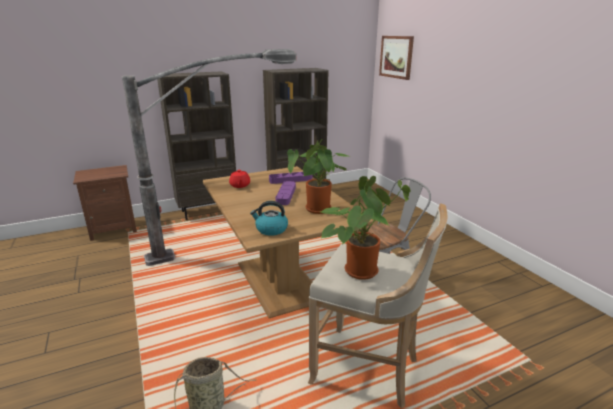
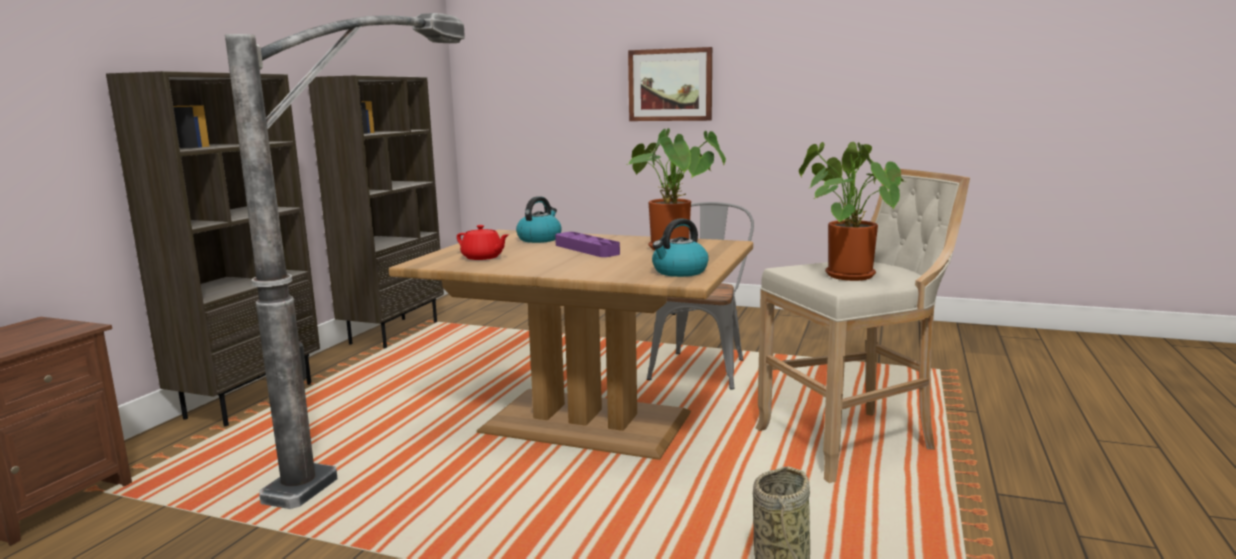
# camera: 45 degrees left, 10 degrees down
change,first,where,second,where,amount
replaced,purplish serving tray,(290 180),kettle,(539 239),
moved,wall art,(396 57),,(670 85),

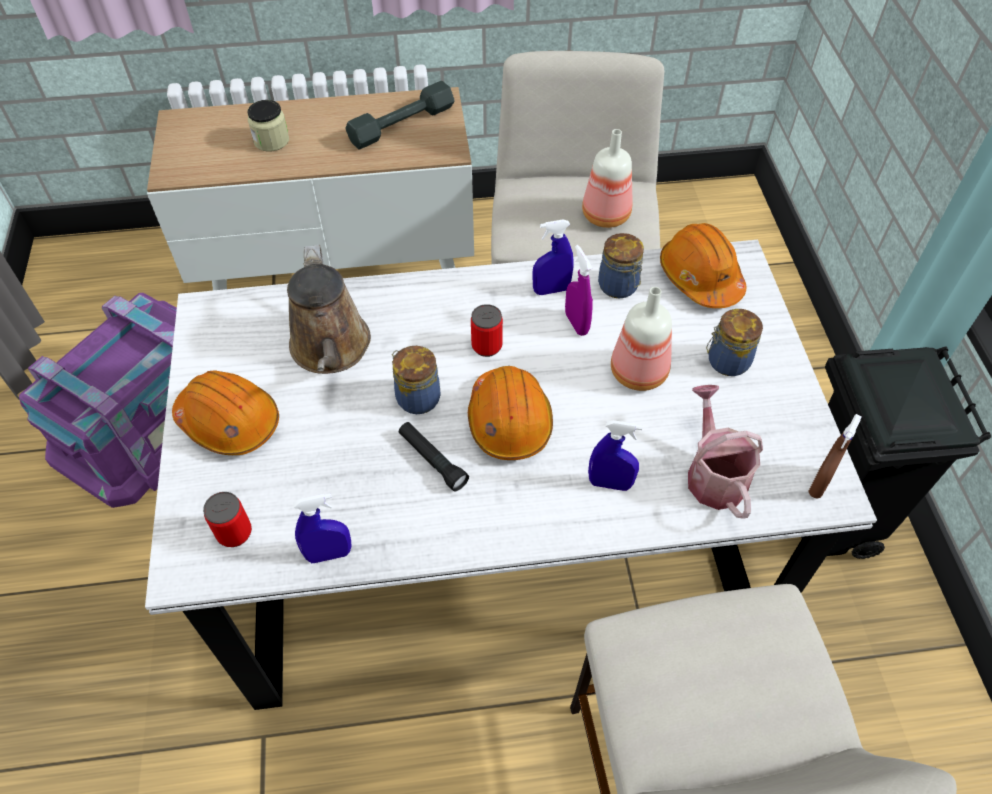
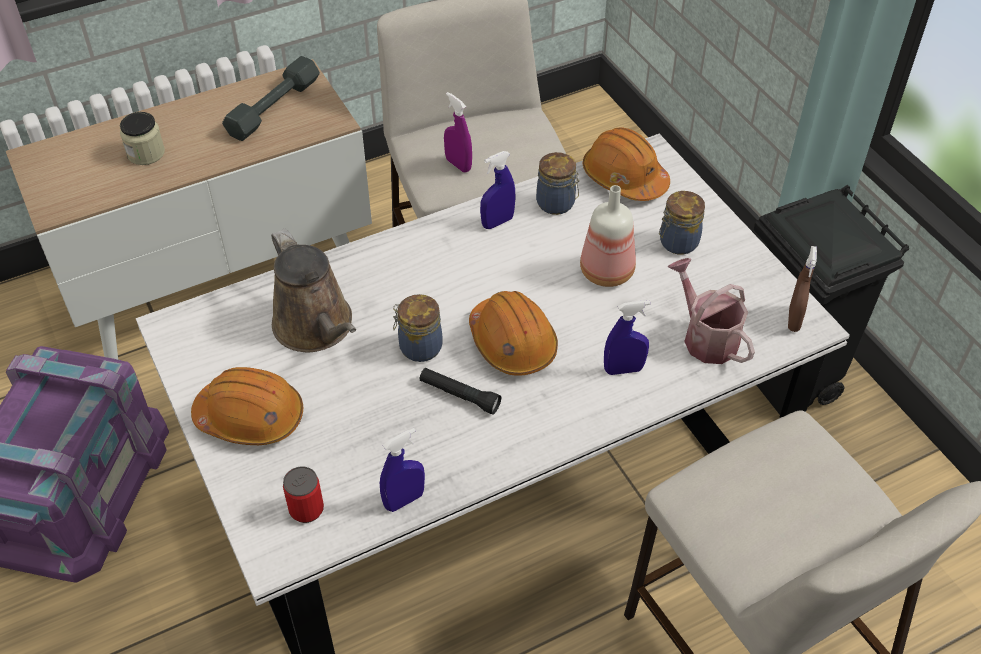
# camera: 20 degrees left, 5 degrees down
change,first,where,second,where,amount
moved,purplish spray bottle,(576 323),,(458 164),
removed,sealed can,(487 346),,,
removed,drink bottle,(607 216),,,

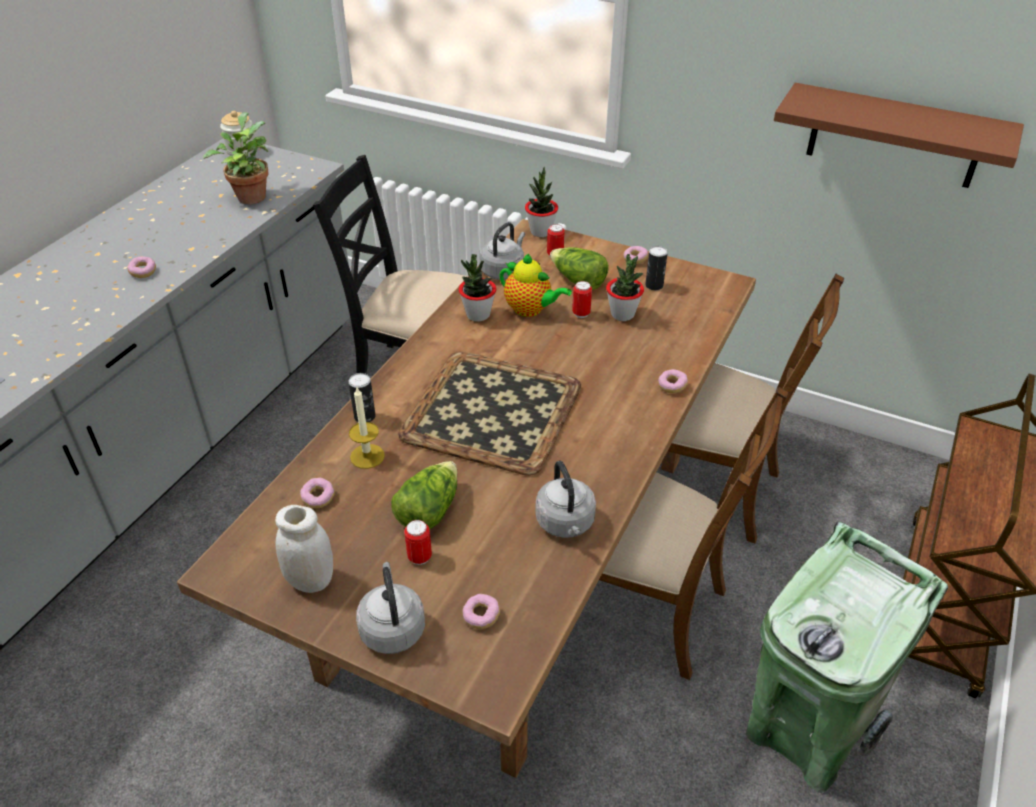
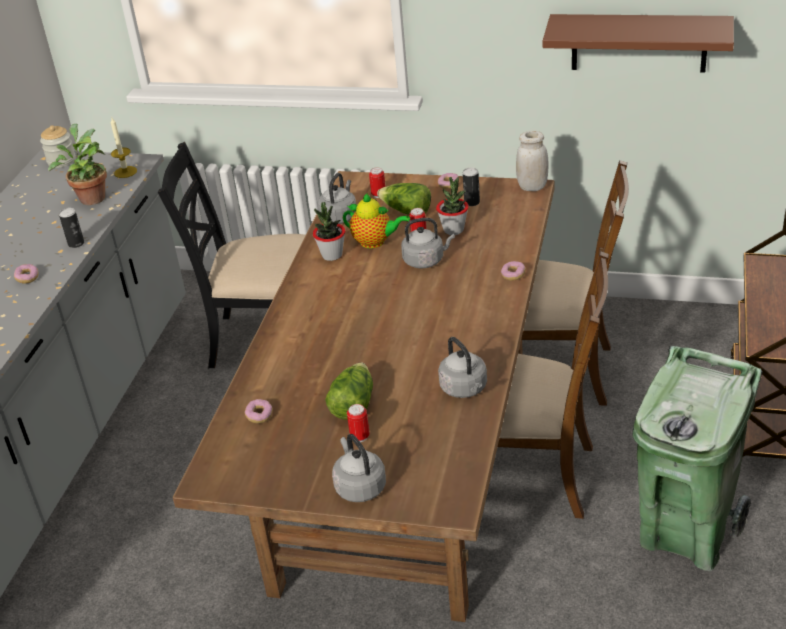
# camera: 10 degrees left, 5 degrees down
change,first,where,second,where,amount
moved,sealed can,(364 416),,(76 243),
moved,wax candle,(367 456),,(125 172),
added,,,greyish kettle,(426 260),
moved,white-coloured preserve jar,(310 580),,(532 187),
removed,serving tray,(493 412),,,
removed,ring doughnut,(481 616),,,
removed,houseplant,(541 232),,,

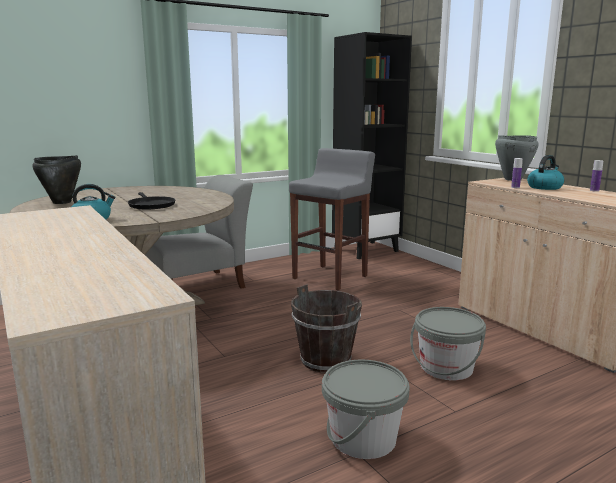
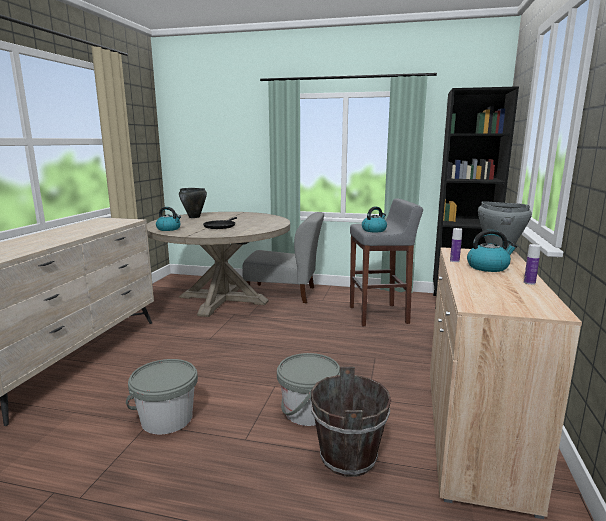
# camera: 45 degrees right, 0 degrees up
change,first,where,second,where,amount
moved,brownish bucket,(326 360),,(348 457),
added,,,kettle,(374 230),

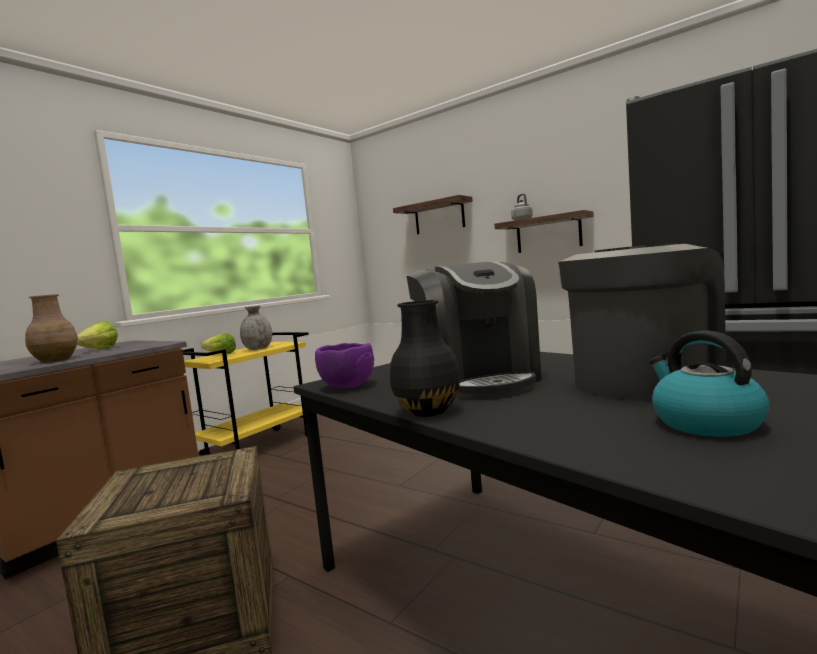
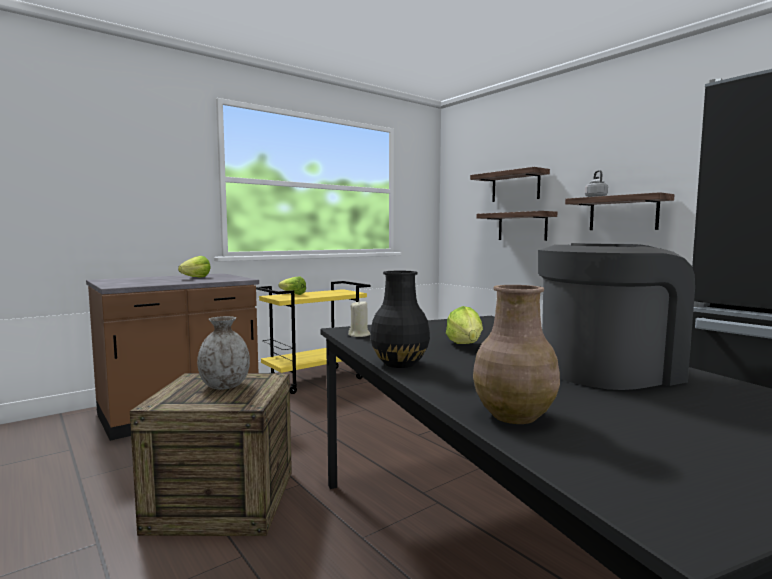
# camera: 15 degrees right, 0 degrees up
change,first,where,second,where,amount
moved,greyish flower vase,(258 349),,(224 386),
replaced,purplish bowl,(348 386),sand-coloured wax candle,(359 335),
replaced,coffee maker,(477 381),lettuce,(465 347),
moved,brownish flower vase,(56 360),,(515 415),
added,,,shelf,(522 226),
removed,kettle,(705 423),,,

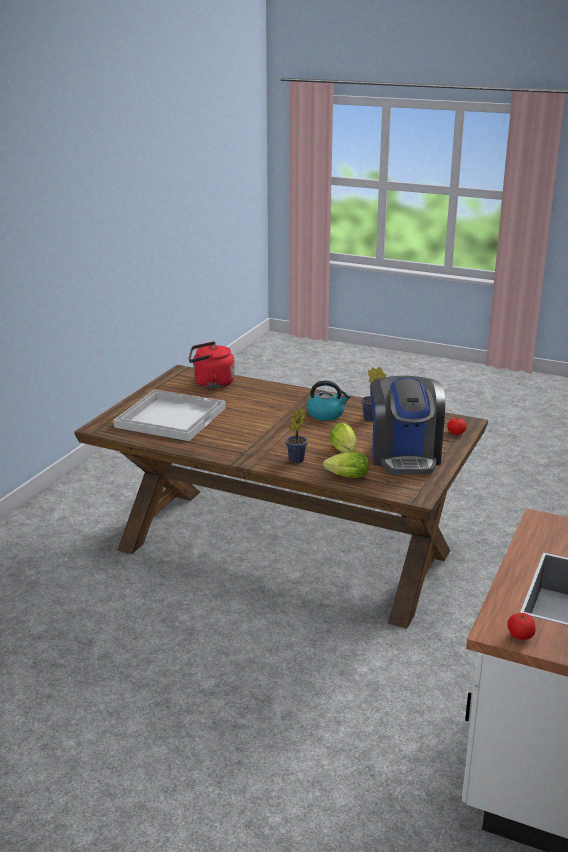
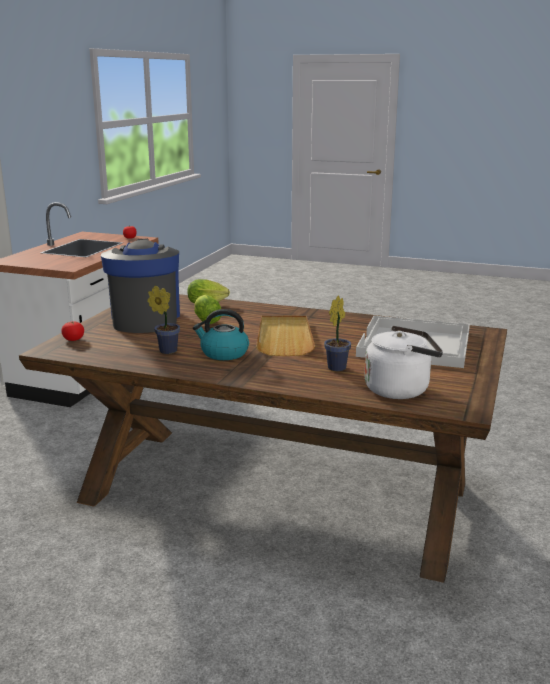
# camera: 175 degrees right, 5 degrees down
change,first,where,second,where,amount
added,,,sand-coloured serving tray,(284 338),
moved,houseplant,(295 460),,(338 367),
recoloured,red kettle,(211 383),white-coloured kettle,(400 389),

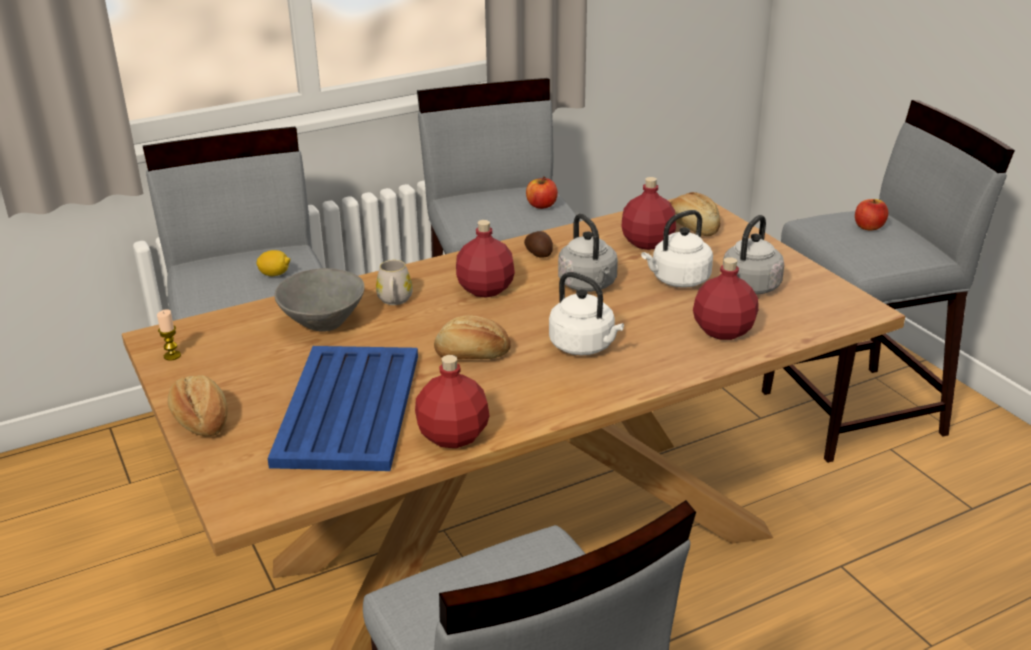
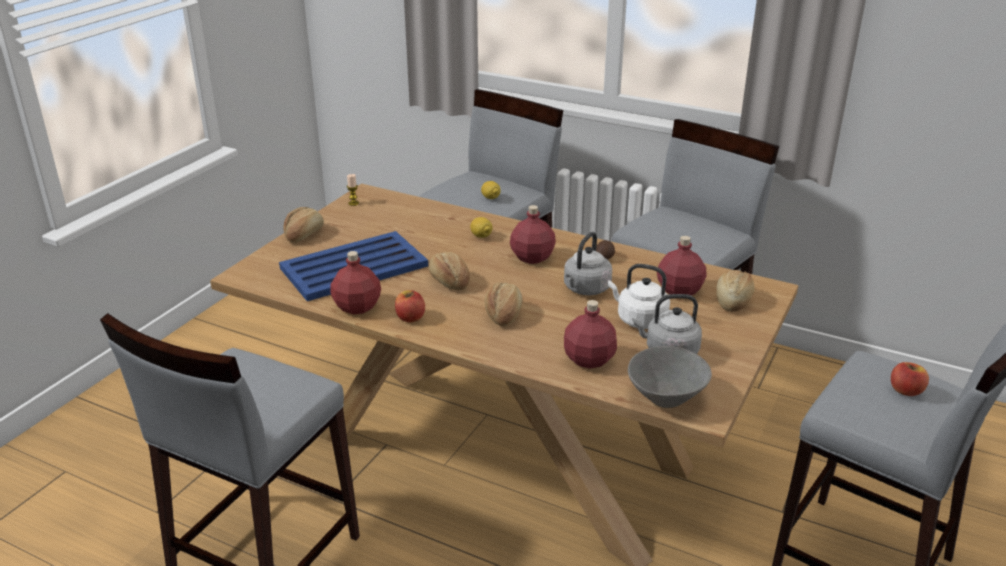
# camera: 55 degrees right, 0 degrees up
change,first,where,second,where,amount
moved,whole apple,(541 205),,(410 318),
replaced,white-coloured tea mug,(394 301),whole lemon,(481 236),
replaced,white-coloured kettle,(584 346),bread,(503 314),
moved,greyish bowl,(323 323),,(665 398),

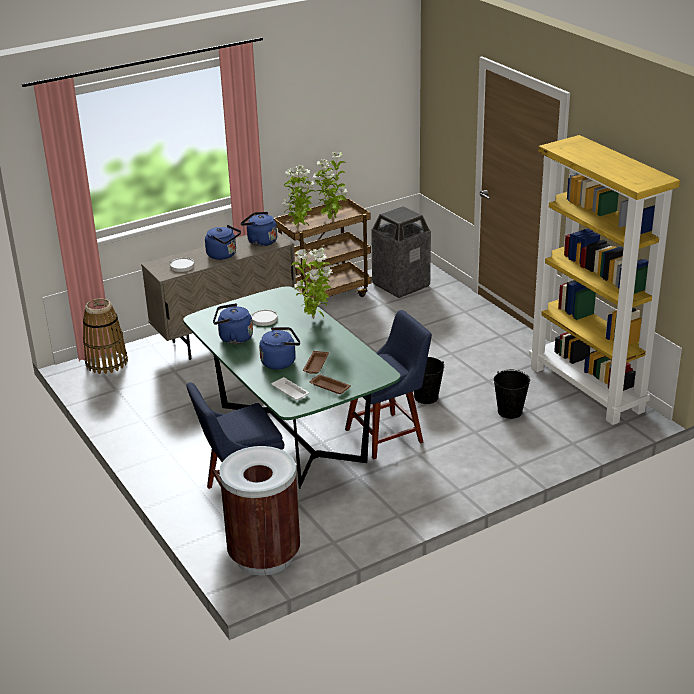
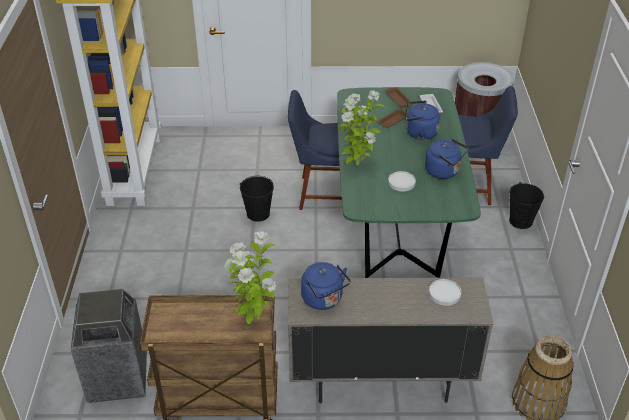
# camera: 150 degrees left, 10 degrees up
change,first,where,second,where,amount
moved,black-coloured bucket,(510 411),,(521 221),
removed,blue-coloured kettle,(223 255),,,
removed,houseplant,(331 221),,,

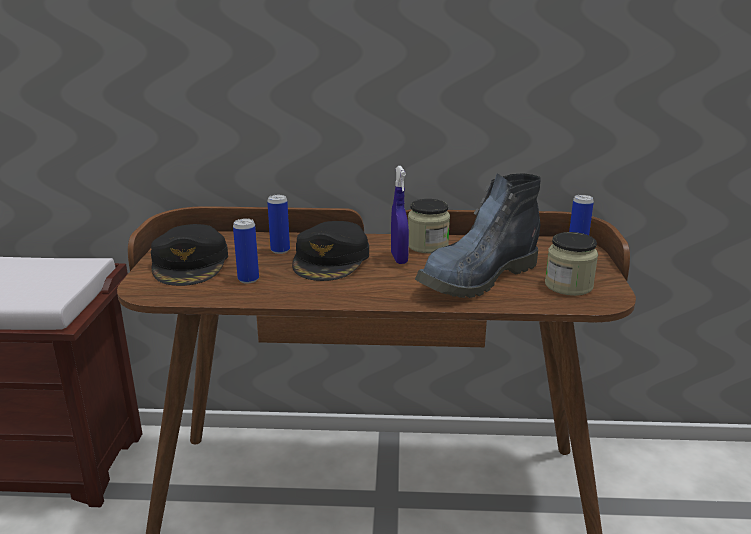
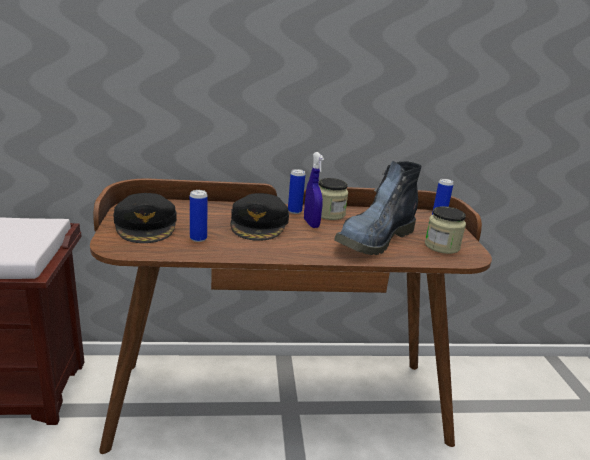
# camera: 10 degrees left, 0 degrees up
change,first,where,second,where,amount
moved,sealed can,(280 250),,(294 211),

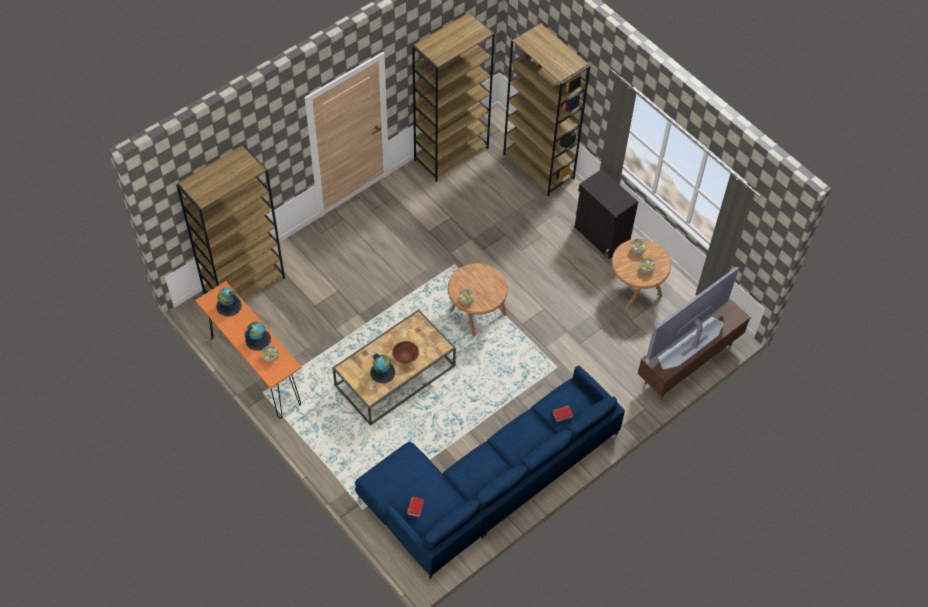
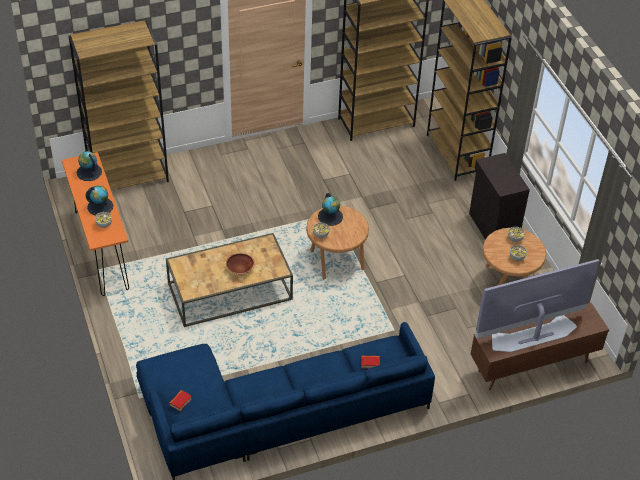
# camera: 20 degrees right, 10 degrees down
change,first,where,second,where,amount
moved,desk globe,(382 372),,(330 216),

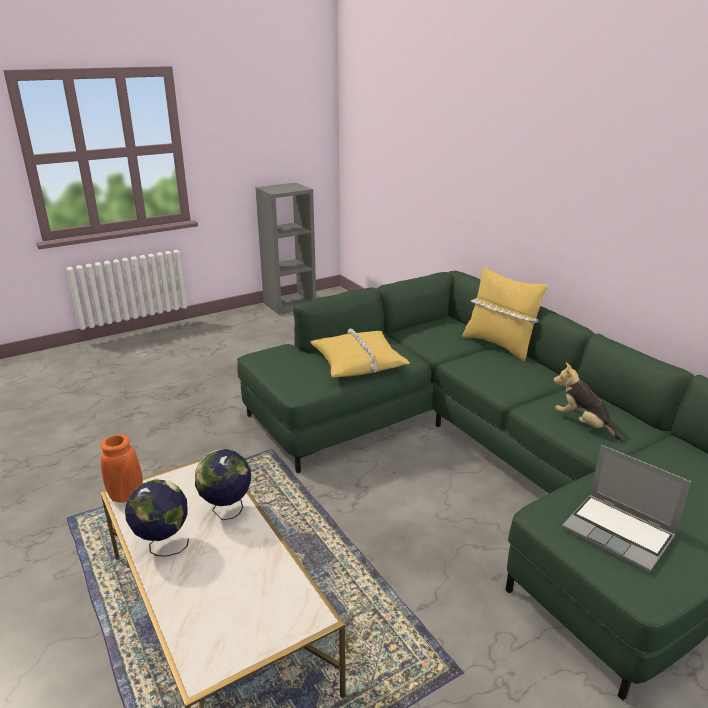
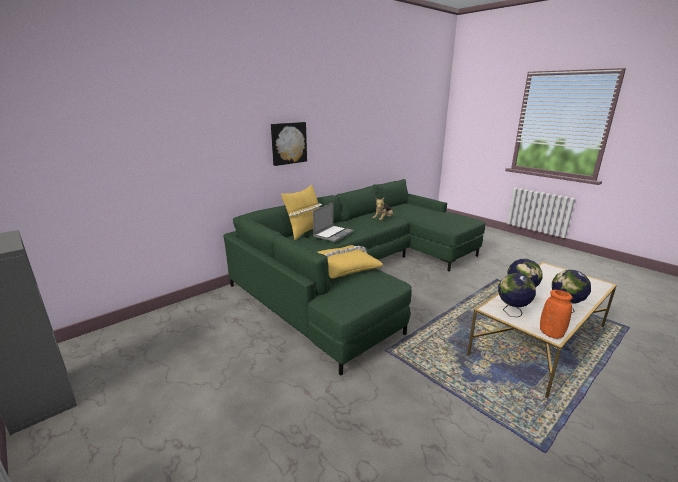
# camera: 100 degrees left, 5 degrees down
change,first,where,second,where,amount
added,,,wall art,(288 143),
moved,notebook computer,(619 533),,(333 234),
added,,,desk globe,(512 312),

